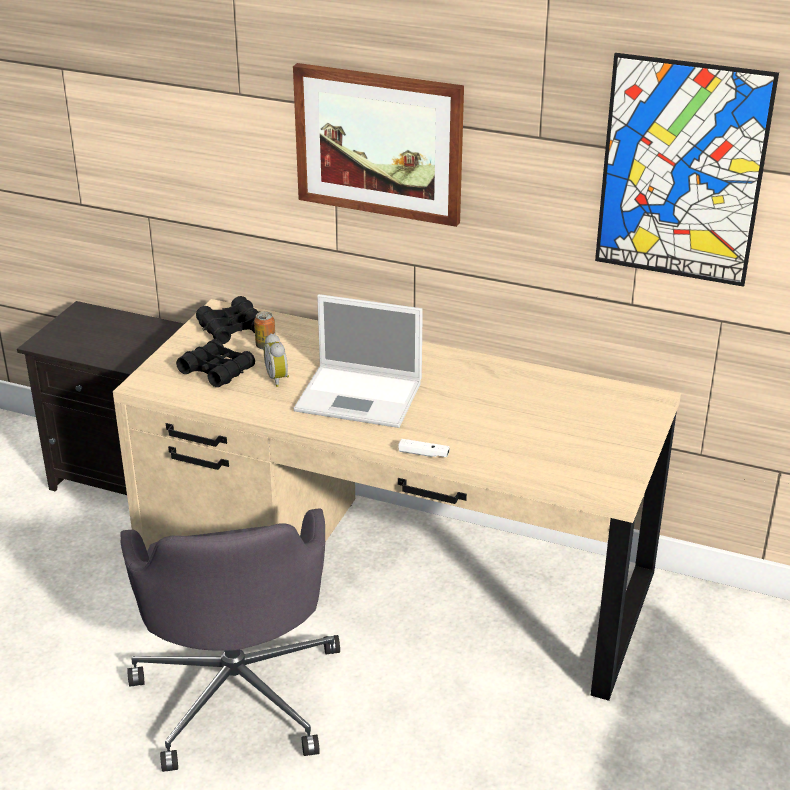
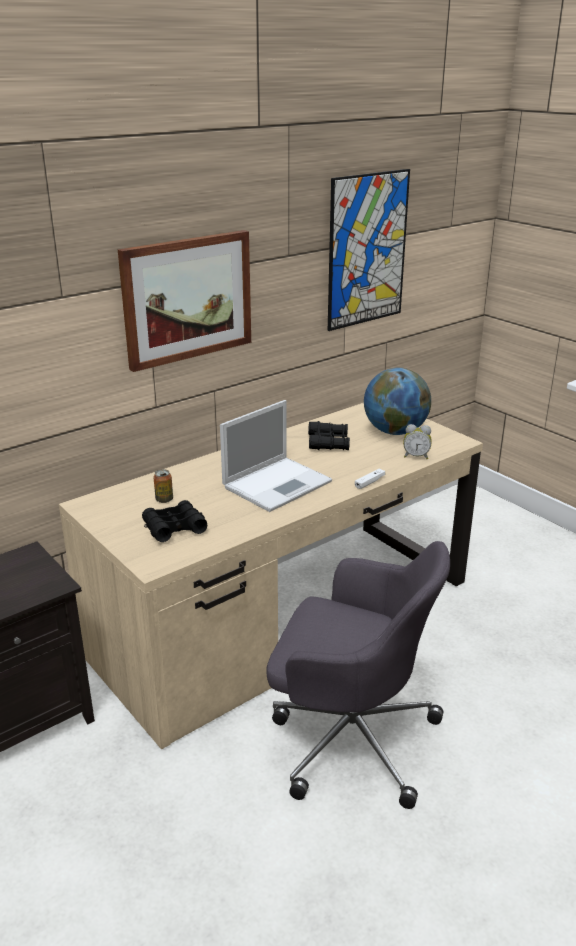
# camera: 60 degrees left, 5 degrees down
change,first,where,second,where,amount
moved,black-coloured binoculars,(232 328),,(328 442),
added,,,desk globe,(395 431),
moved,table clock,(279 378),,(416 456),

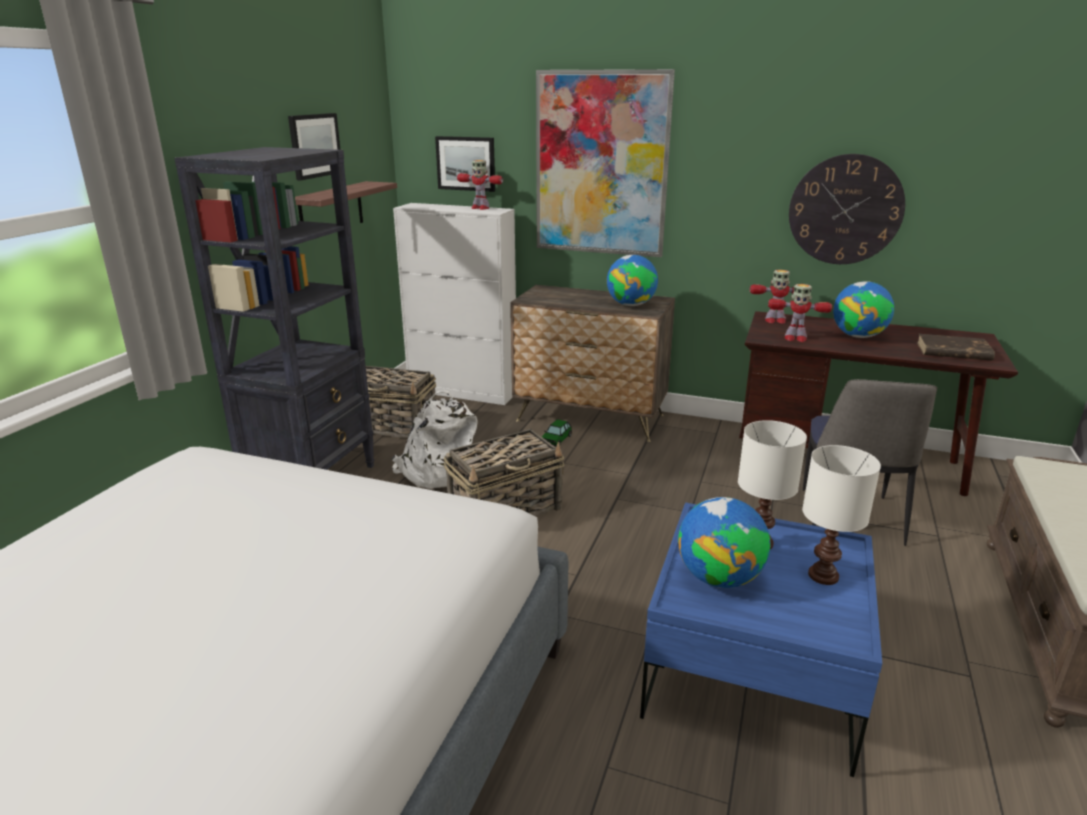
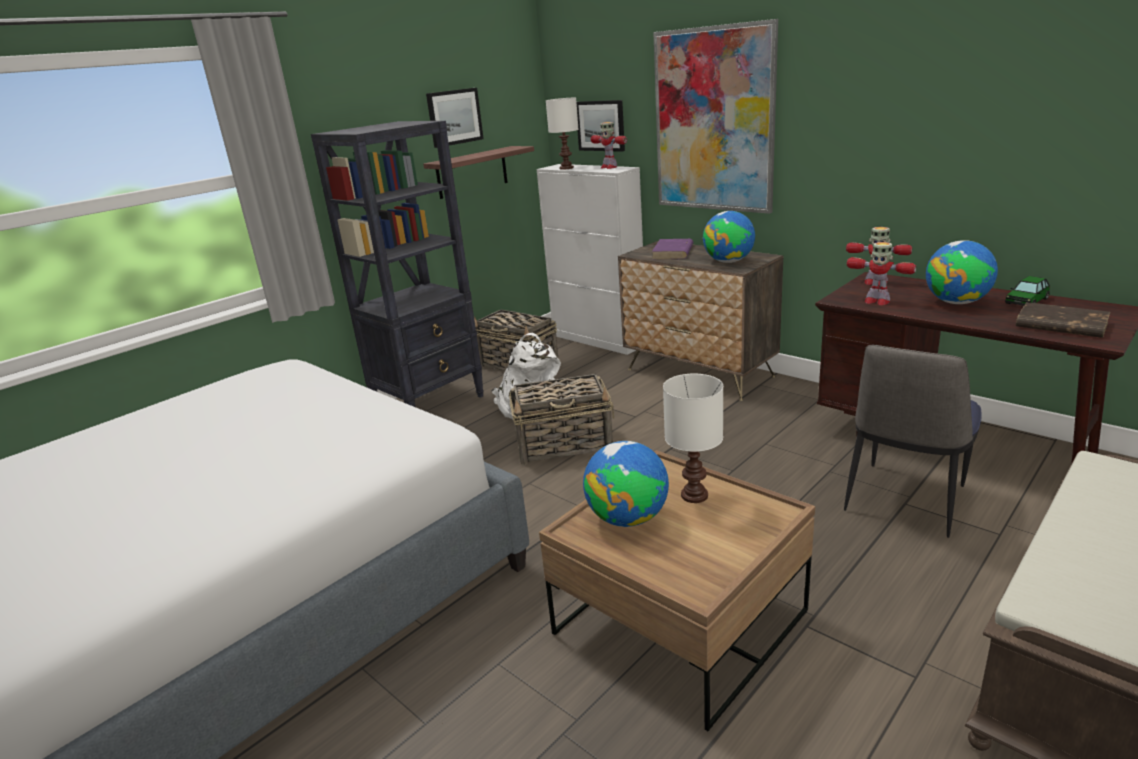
# camera: 25 degrees right, 0 degrees up
change,first,where,second,where,amount
recoloured,blue-coloured low table,(751 675),brownish low table,(679 623),
moved,white-coloured tabletop lamp,(822 576),,(566 168),
added,,,purplish volume,(673 252),
moved,model car,(556 439),,(1026 301),
removed,clock on the wall,(845 210),,,

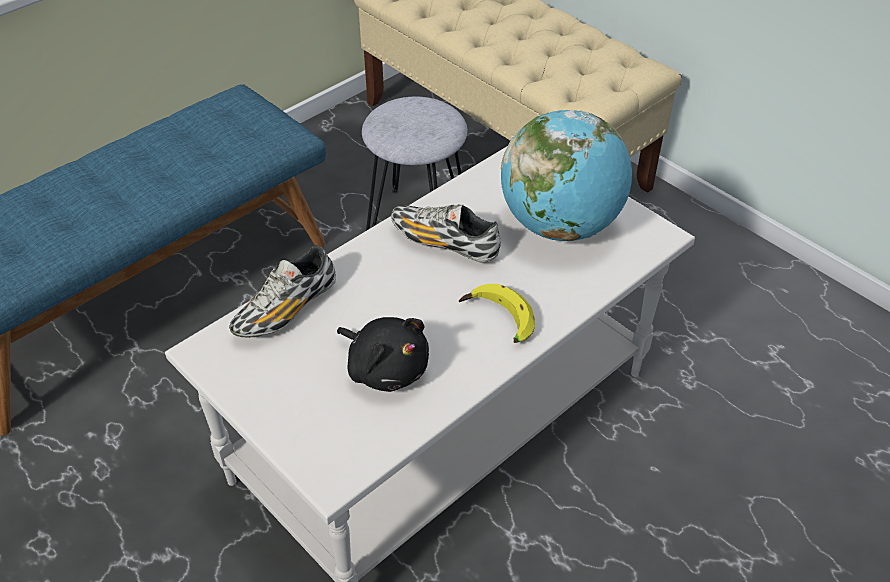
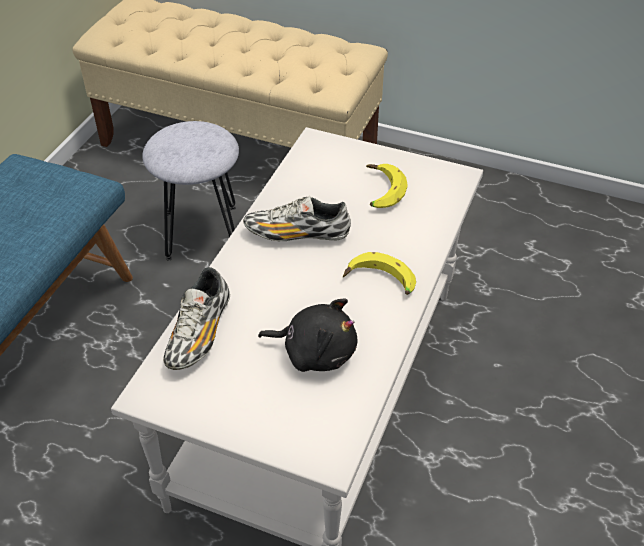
# camera: 25 degrees left, 0 degrees up
change,first,where,second,where,amount
replaced,desk globe,(561 225),banana fruit,(380 191),

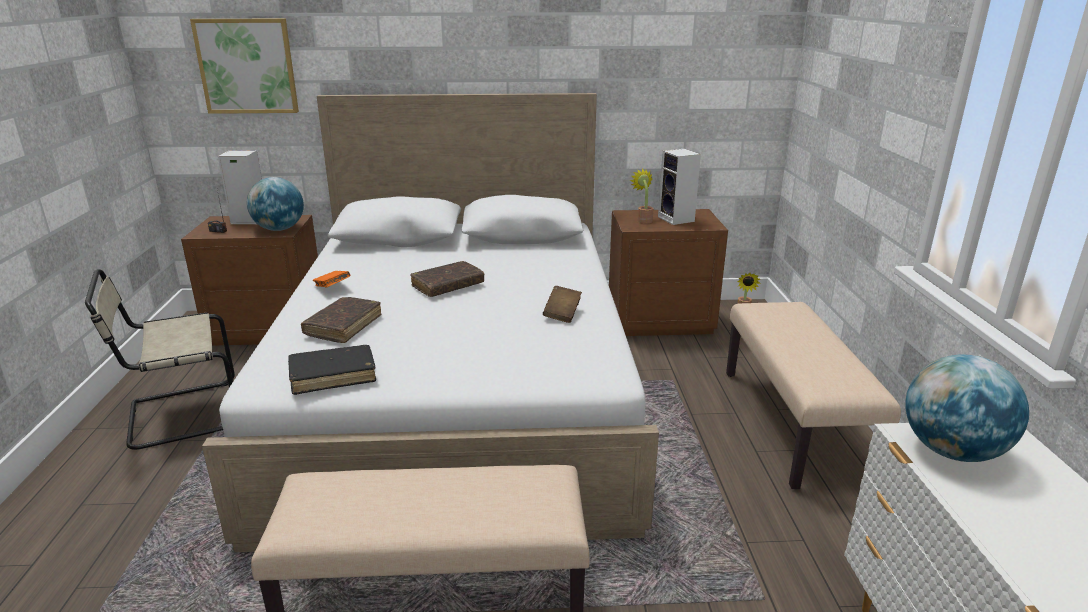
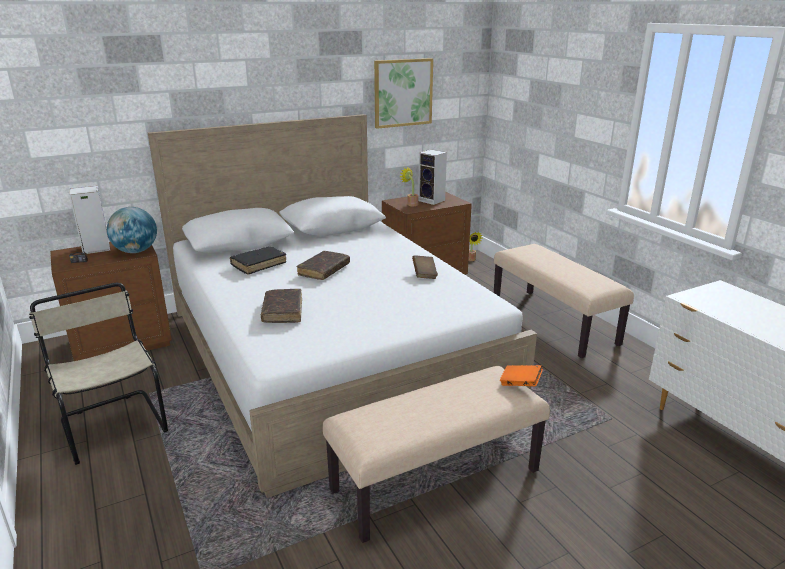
# camera: 25 degrees left, 0 degrees up
change,first,where,second,where,amount
turned,sand-coloured plain chair,(180 415),,(112 424),105 degrees clockwise
moved,black-coloured volume,(333 376),,(259 265),
moved,wall art,(247 66),,(402 93),
moved,orangey volume,(332 288),,(520 384),
removed,desk globe,(951 451),,,

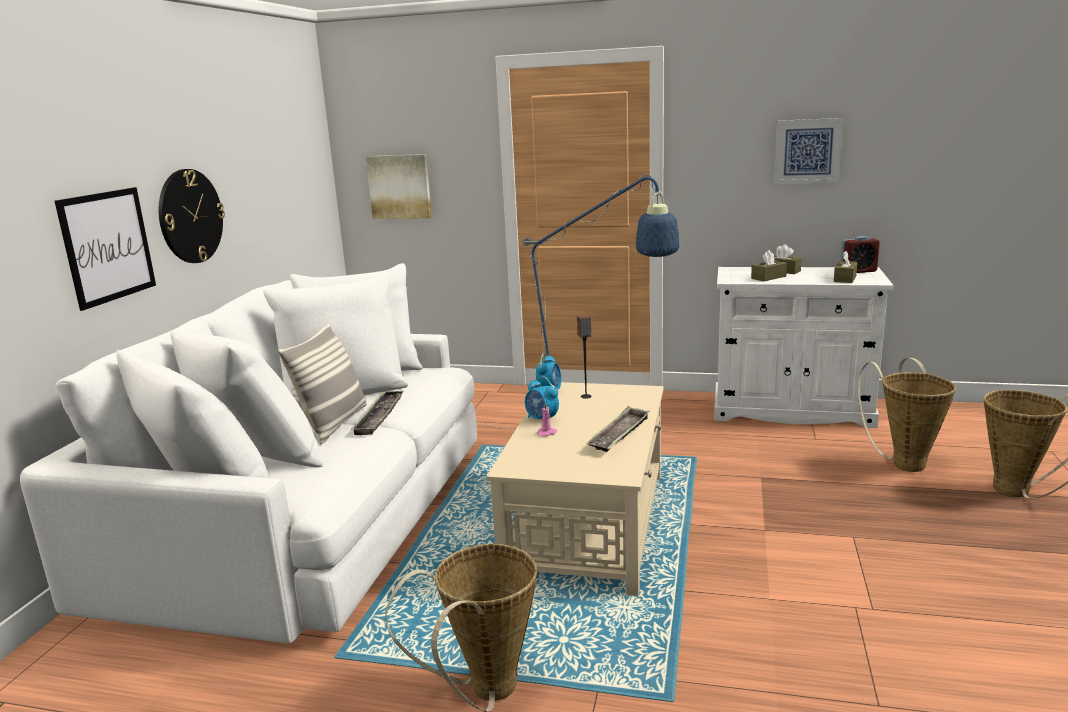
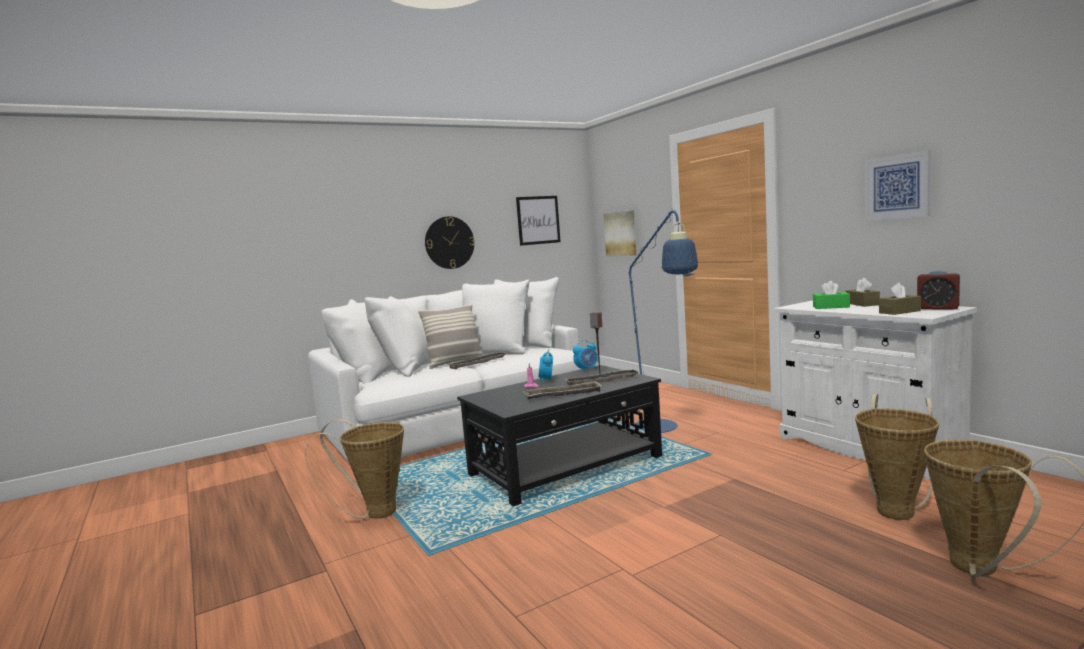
# camera: 45 degrees right, 10 degrees down
change,first,where,second,where,amount
recoloured,sand-coloured low table,(589 523),black-coloured low table,(566 466),
moved,wall art,(108 246),,(538 220),
added,,,serving tray,(602 381),
recoloured,brownish box of tissues,(768 277),greenish box of tissues,(831 307),

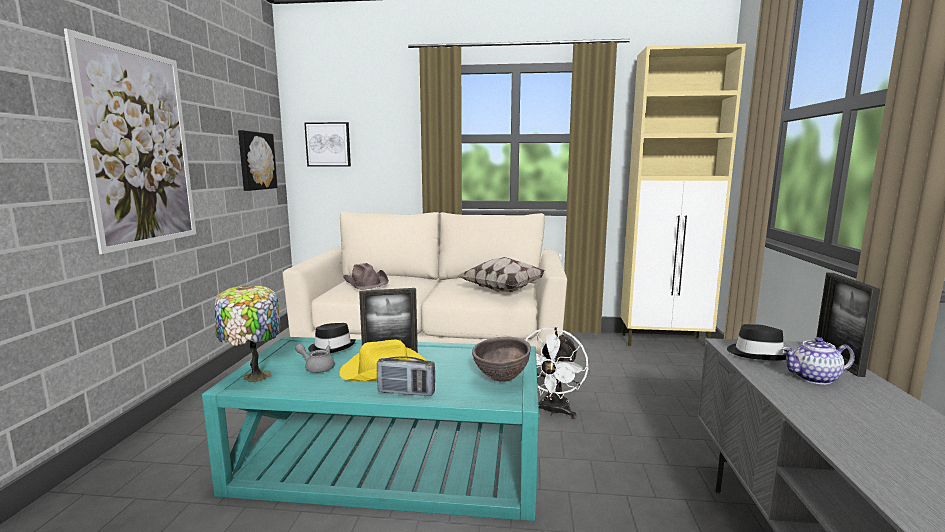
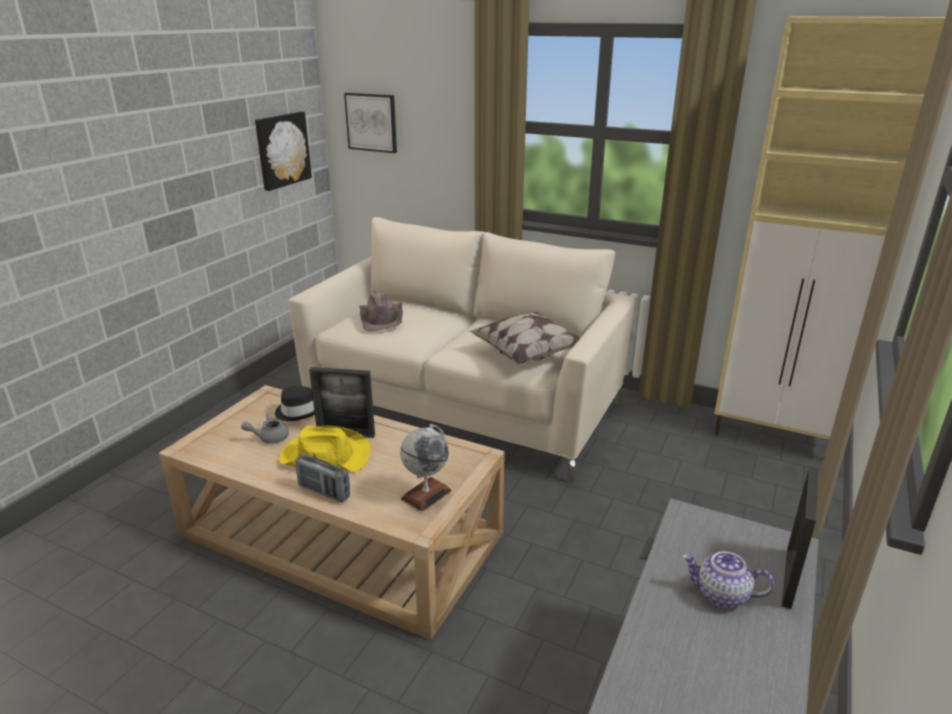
# camera: 20 degrees right, 15 degrees up
change,first,where,second,where,amount
recoloured,turquoise low table,(392 458),sand-coloured low table,(342 534),
turned,greyish teapot,(317 367),,(269 438),60 degrees counterclockwise
replaced,brownish bowl,(501 379),desk globe,(426 494),
removed,wall art,(139 148),,,
removed,tabletop lamp,(254 376),,,
removed,white-coloured cooling fan,(553 411),,,
removed,black-coloured wearable hat,(756 354),,,

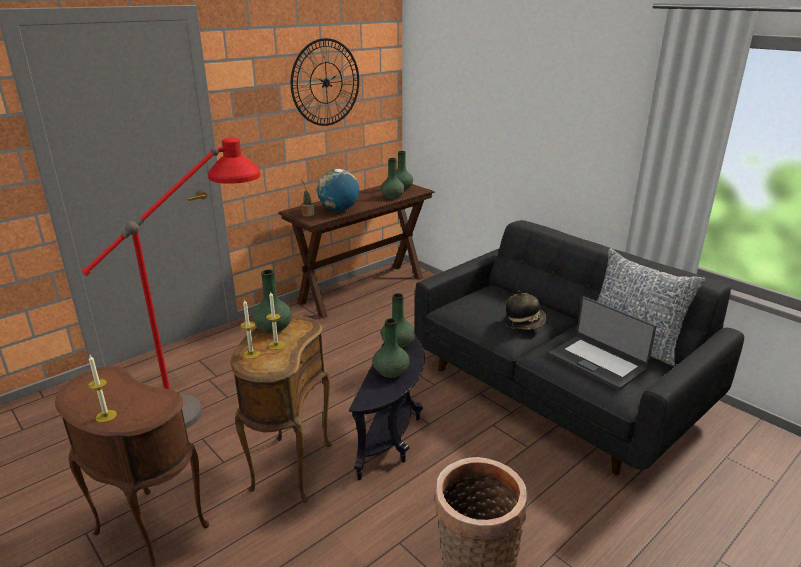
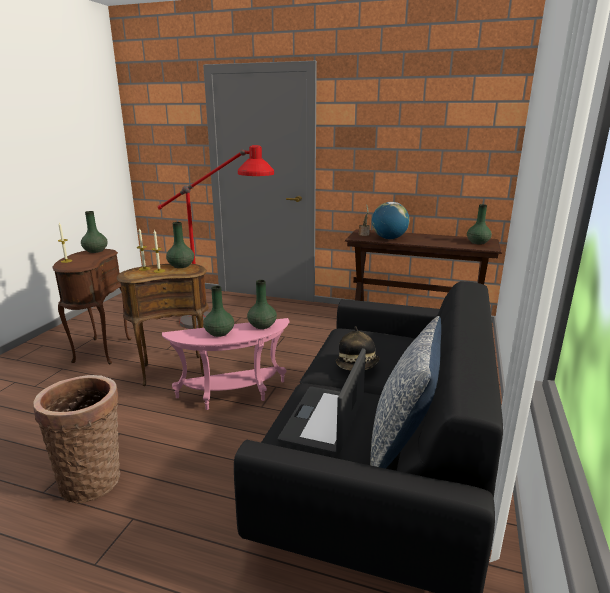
# camera: 60 degrees right, 5 degrees down
change,first,where,second,where,amount
moved,greenish flower vase,(392 197),,(96 251),
recoloured,black-coloured end table,(393 436),pink-coloured end table,(233 396),
removed,clock on the wall,(326 83),,,

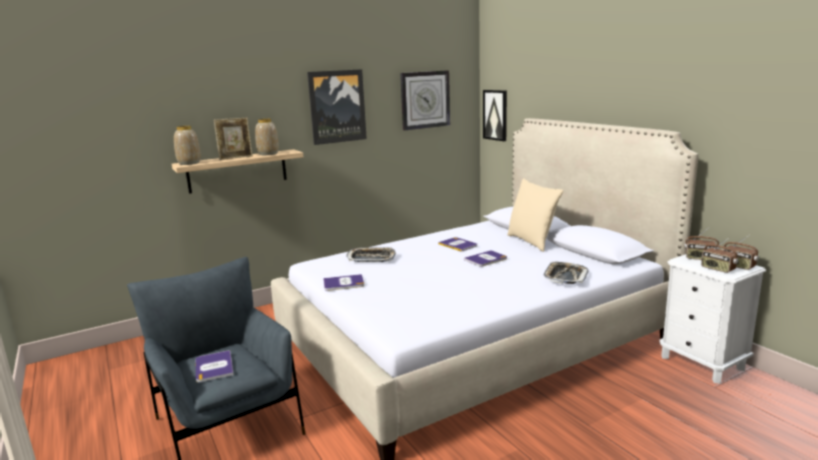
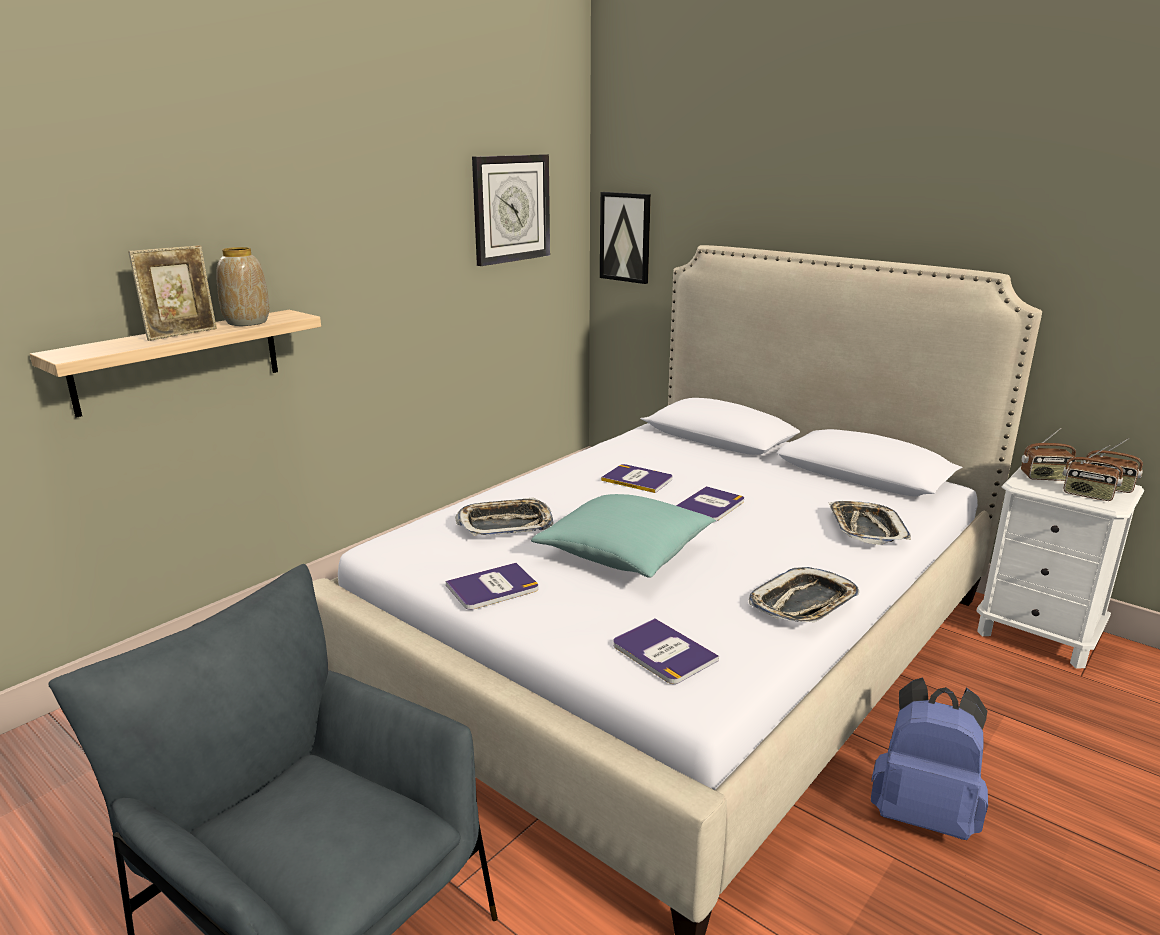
# camera: 20 degrees left, 5 degrees up
change,first,where,second,where,amount
added,,,turquoise pillow,(625 554),
moved,volume,(214 367),,(663 652),
added,,,serving tray,(804 604),
added,,,blue-coloured backpack,(922 813),
removed,flower vase,(189 163),,,
removed,wall art,(337 106),,,
removed,sand-coloured pillow,(532 242),,,

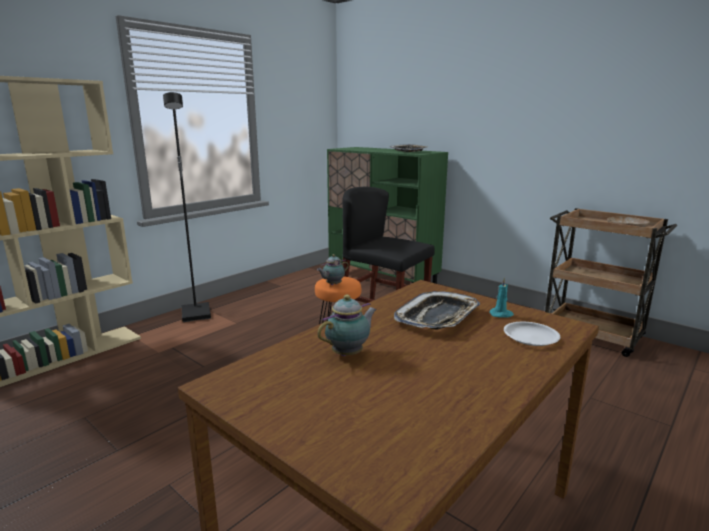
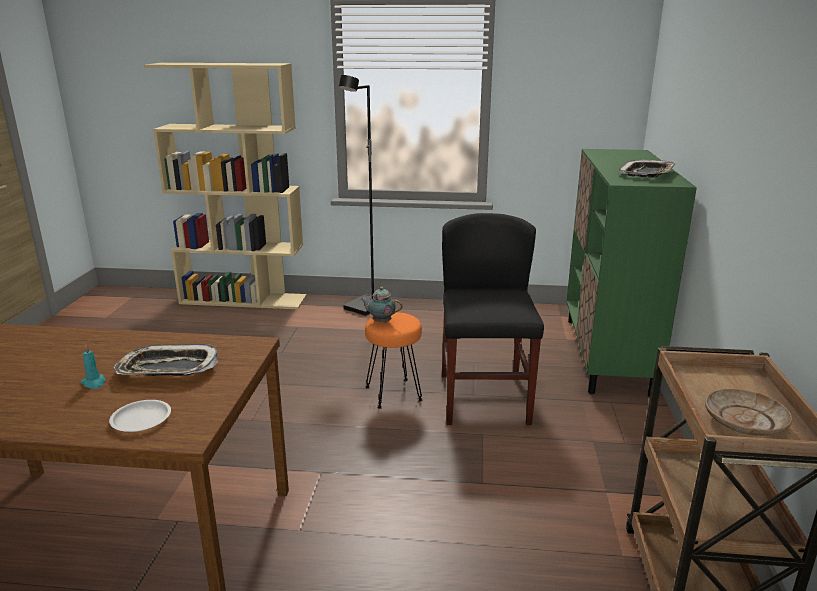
# camera: 55 degrees right, 5 degrees up
change,first,where,second,where,amount
moved,turquoise wax candle,(501 314),,(94 383),
removed,teapot,(349 353),,,

